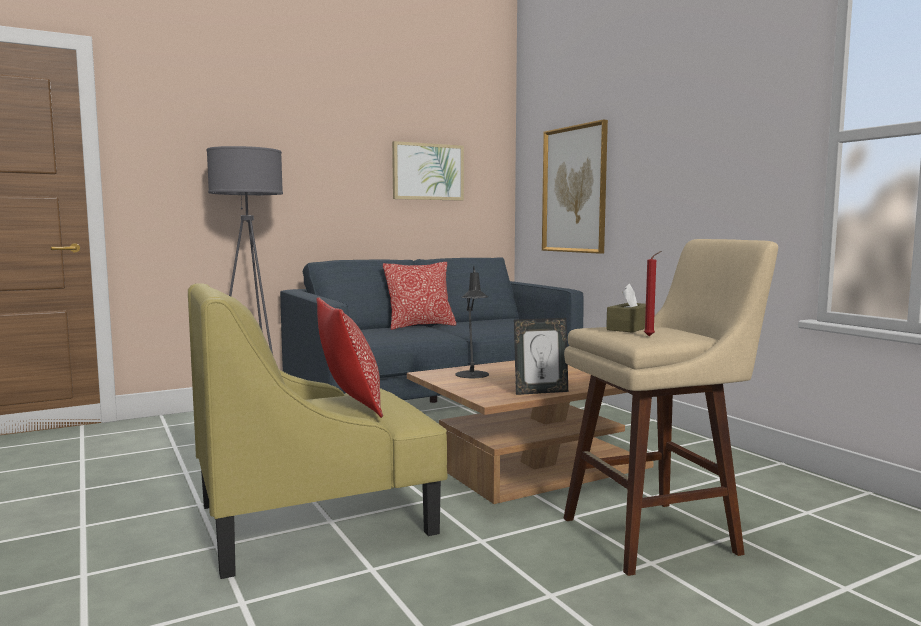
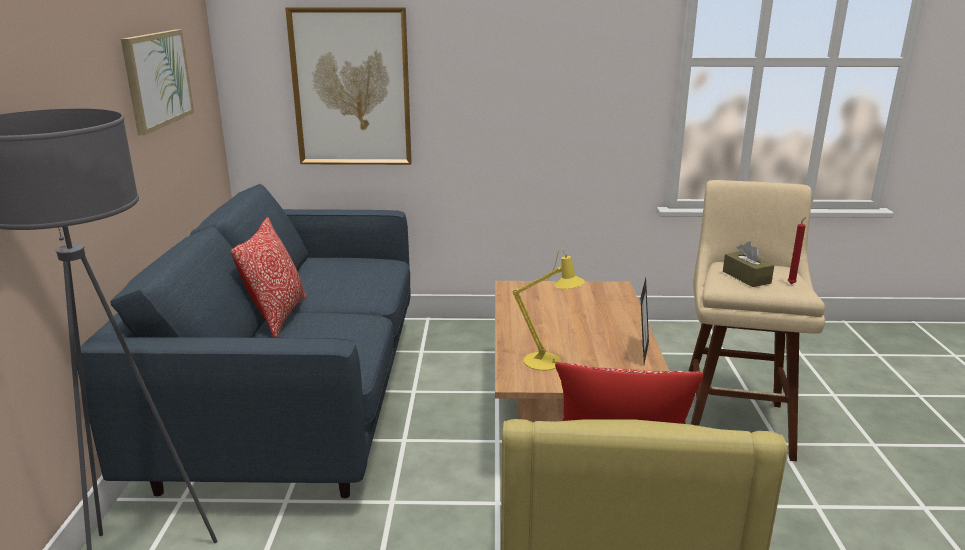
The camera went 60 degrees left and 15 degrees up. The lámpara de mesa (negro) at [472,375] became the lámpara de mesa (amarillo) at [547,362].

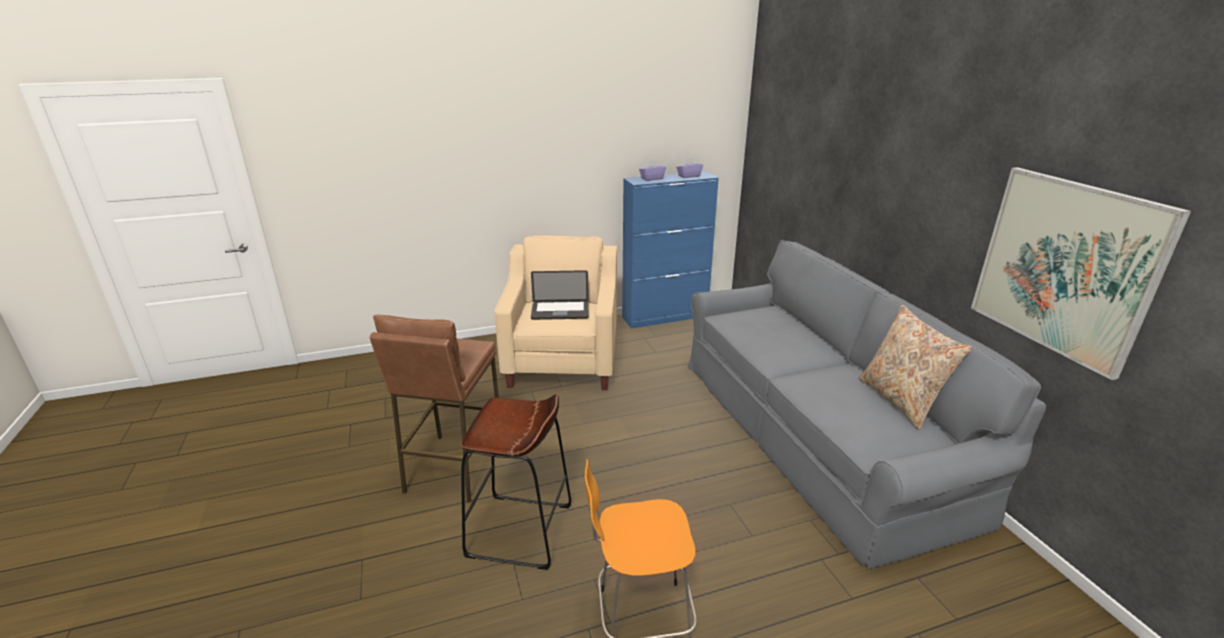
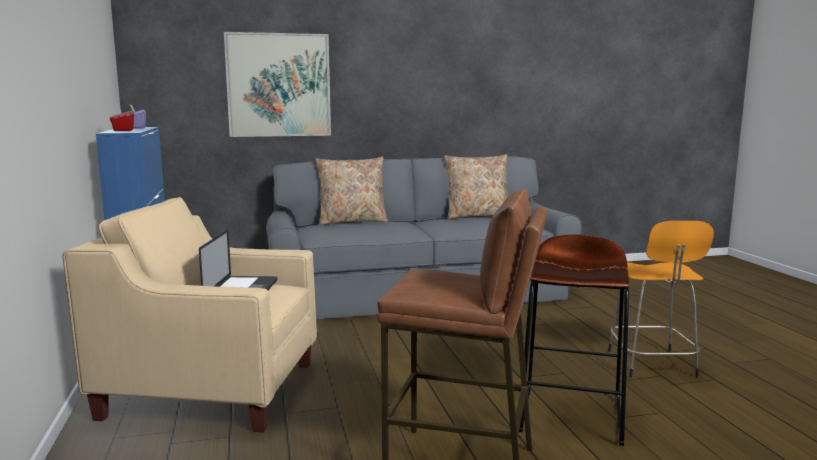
The camera went 85 degrees left and 15 degrees down. The cojín (beis) at [352,221] appeared. The cuadro moved from [1065,267] to [279,85]. The caja de pañuelos (morado) at [652,178] became the caja de pañuelos (rojo) at [123,130].

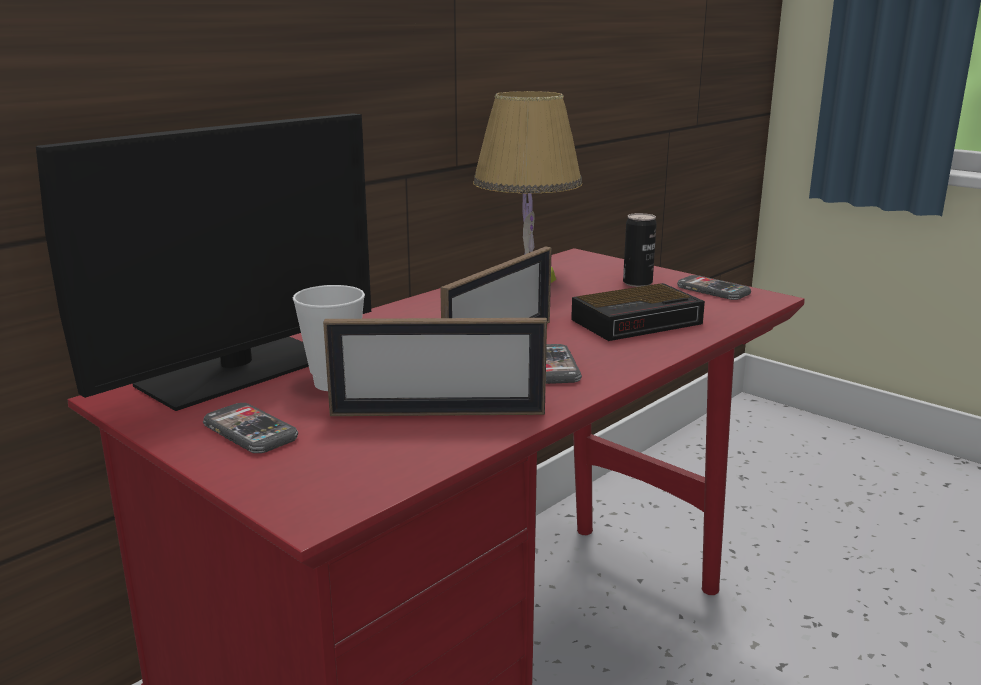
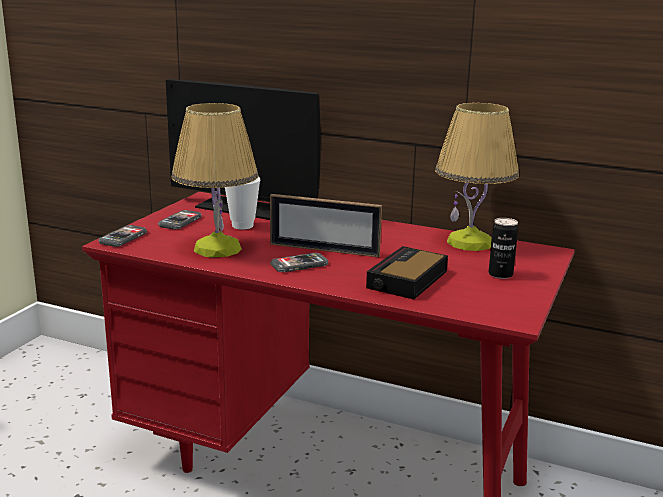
The camera went 70 degrees right and 0 degrees up. The móvil moved from [713,290] to [123,238]. The portarretratos at [437,413] was replaced by the lámpara de mesa at [217,248]. The despertador at [639,321] turned 75 degrees clockwise.

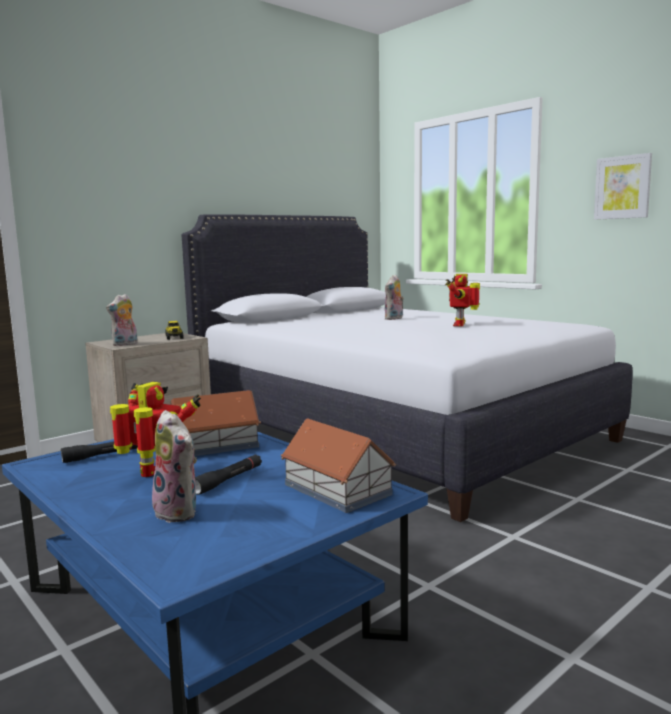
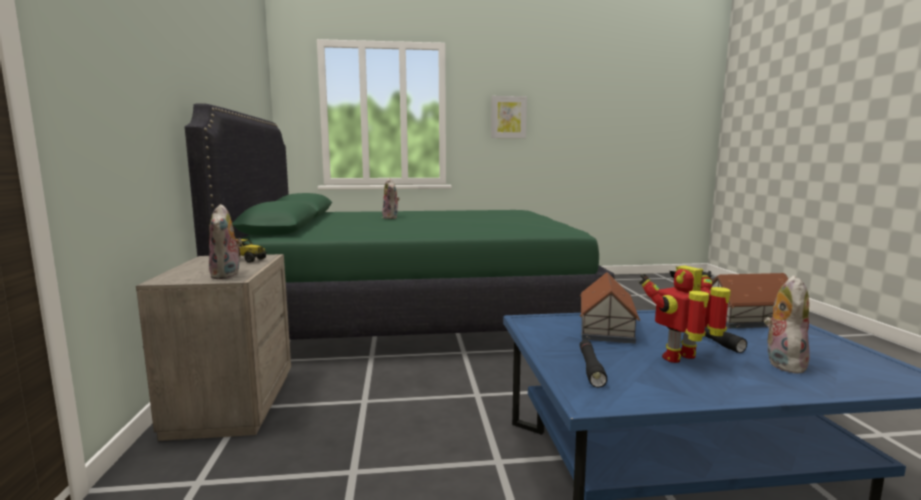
The camera went 55 degrees left and 0 degrees up. The robot de juguete at [461,325] disappeared. The cama (blanco) at [393,430] became the cama (verde) at [414,315]. The peluche at [180,512] turned 60 degrees counterclockwise.

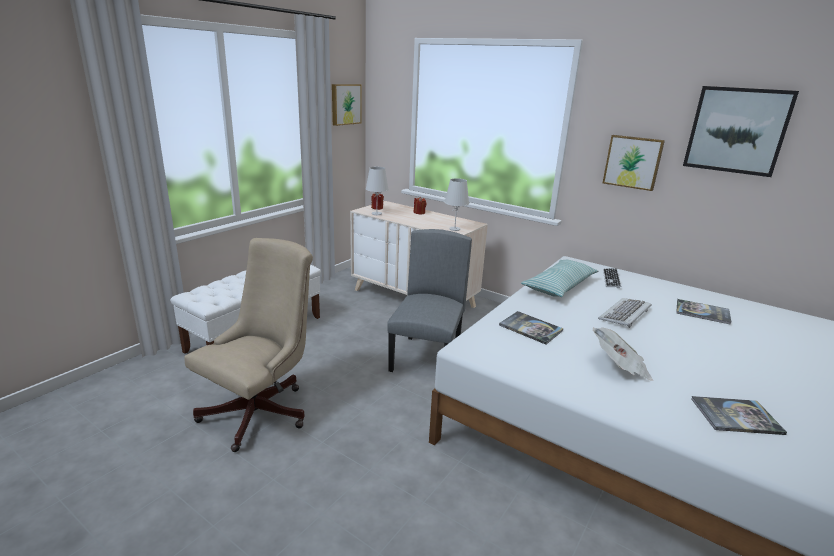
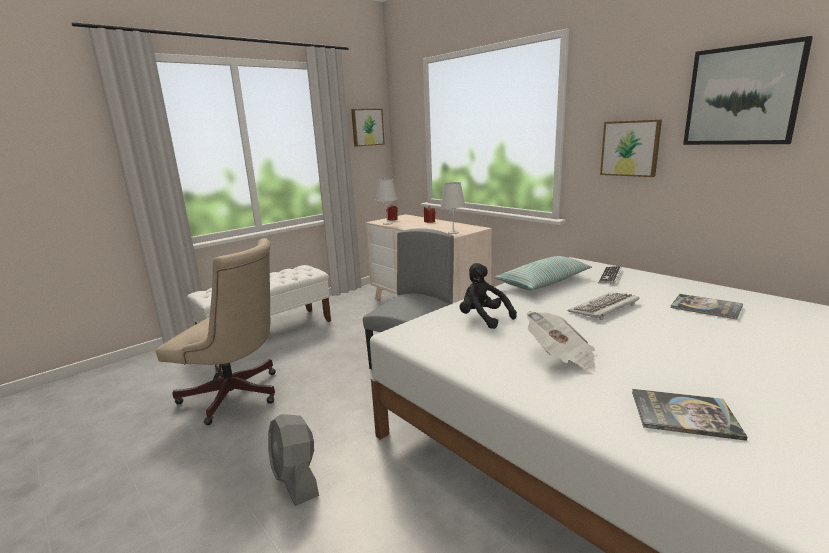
The camera went 15 degrees right and 5 degrees down. The ventilador (gris) at [296,479] appeared. The libro at [530,328] was replaced by the peluche (negro) at [483,318]. The silla de oficina (beis) at [262,410] turned 60 degrees clockwise.

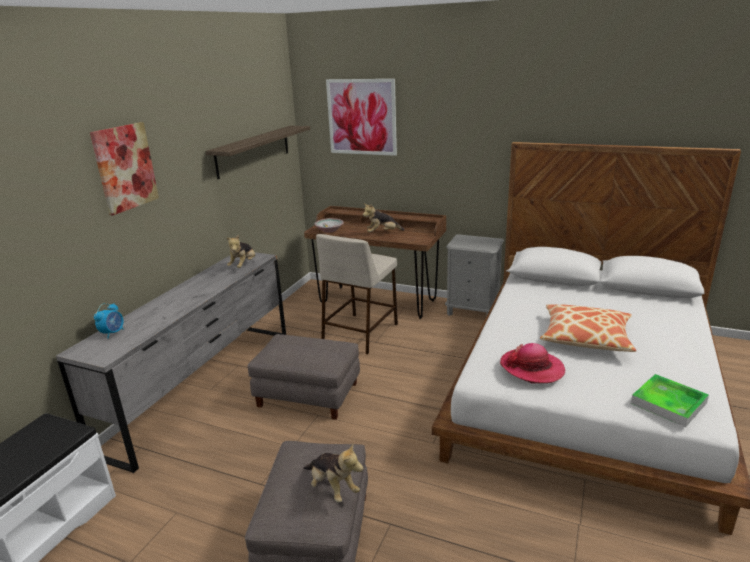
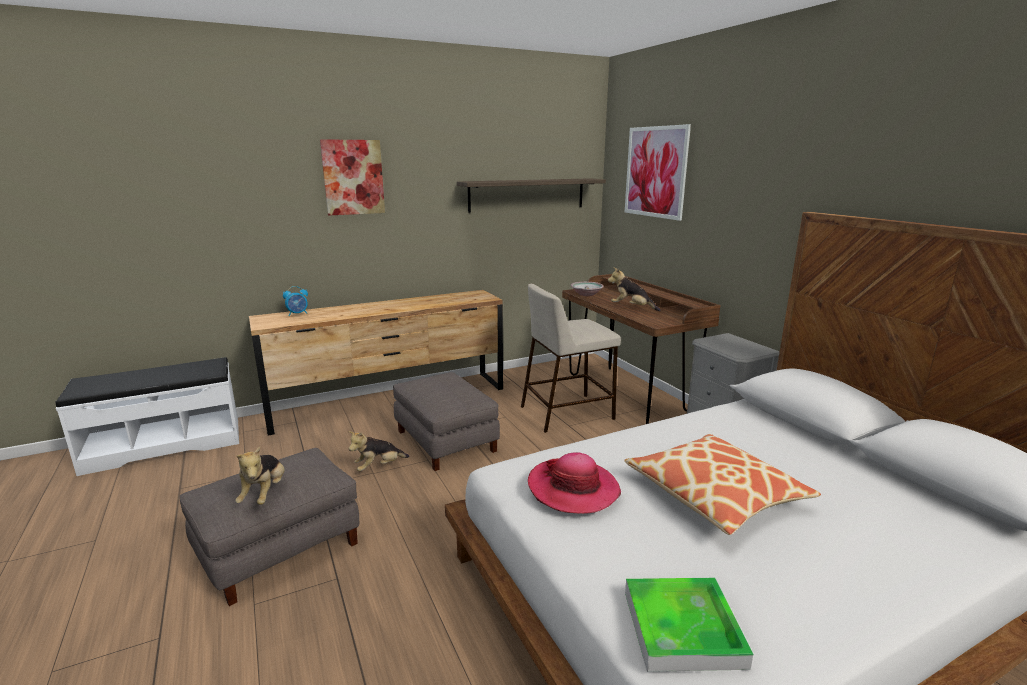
The camera went 40 degrees right and 5 degrees down. The peluche moved from [243,265] to [378,467]. The cómoda (gris) at [203,387] became the cómoda (marrón) at [389,401].

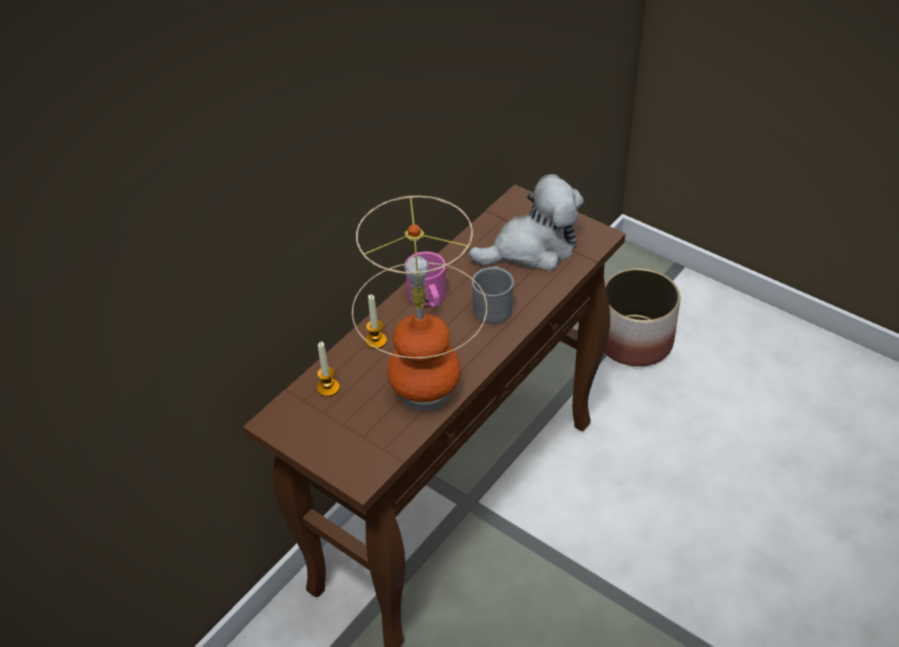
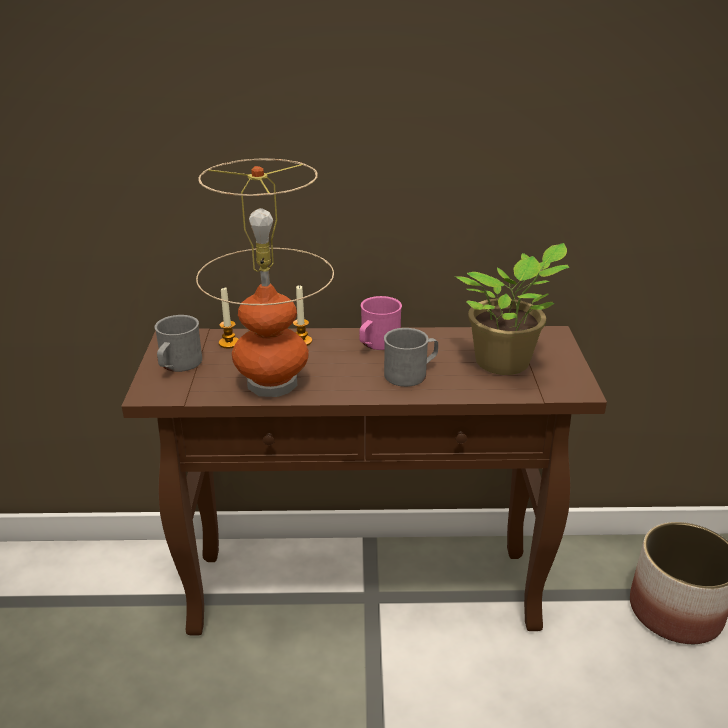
The camera went 50 degrees right and 15 degrees down. The taza grande (gris) at [178,365] appeared. The peluche at [532,248] was replaced by the planta en maceta at [506,364].

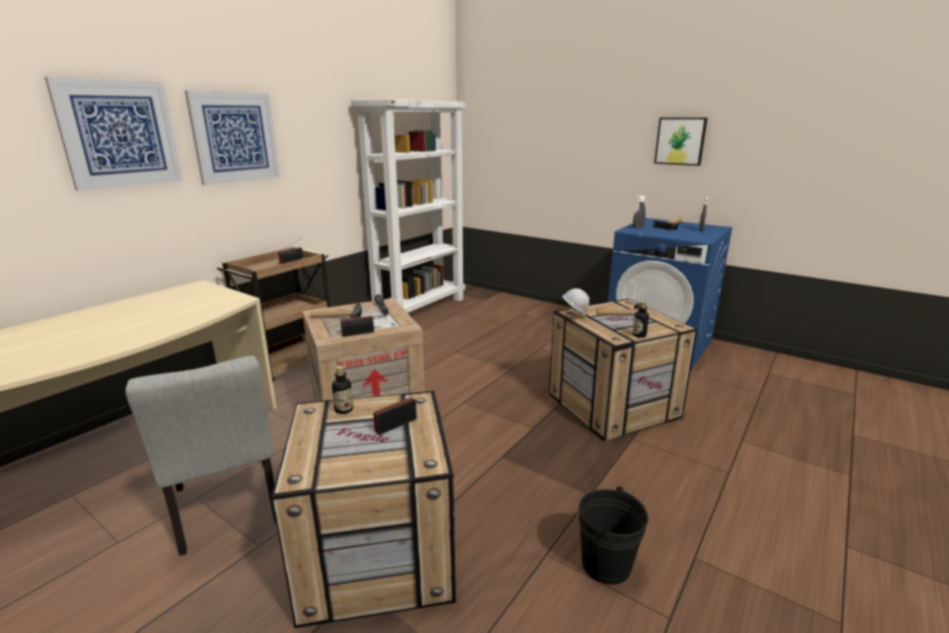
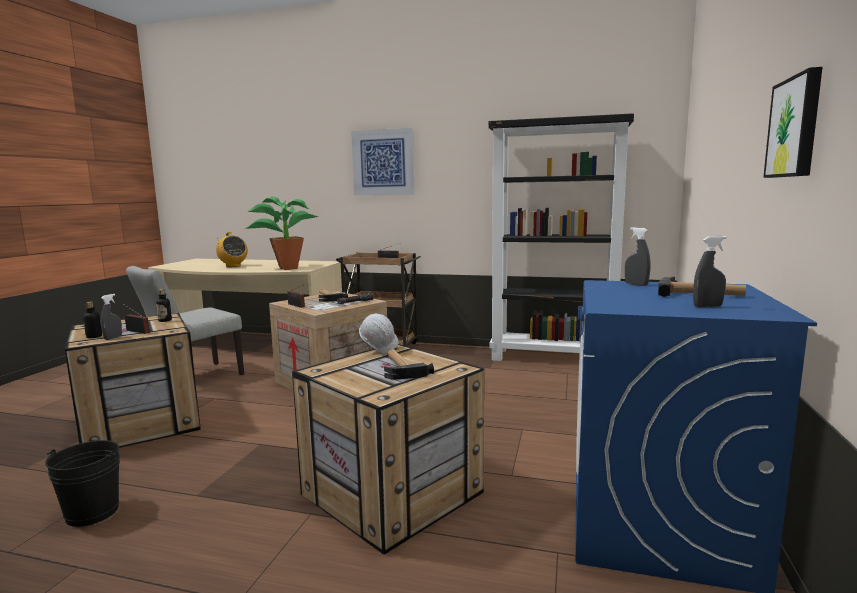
The camera went 70 degrees right and 10 degrees down. The cuadro at [119,134] disappeared. The pulverizador (gris) at [113,338] appeared. The radio at [233,266] appeared. The planta en maceta at [284,268] appeared. The botella moved from [639,335] to [94,336]. The estantería (blanco) at [420,309] became the estantería (negro) at [553,358].

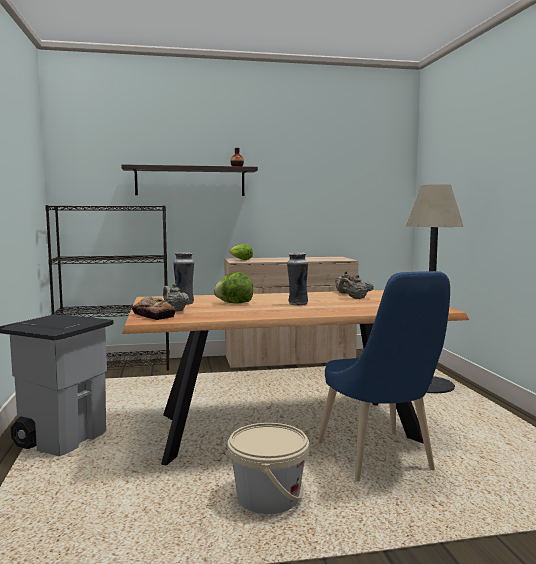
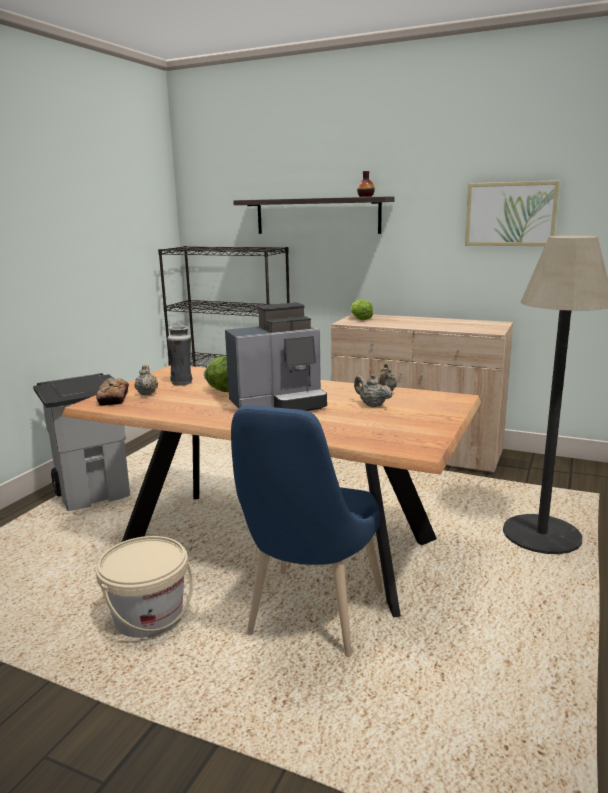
The camera went 35 degrees right and 10 degrees up. The cuadro at [510,214] appeared. The florero at [297,304] was replaced by the cafetera at [279,404].

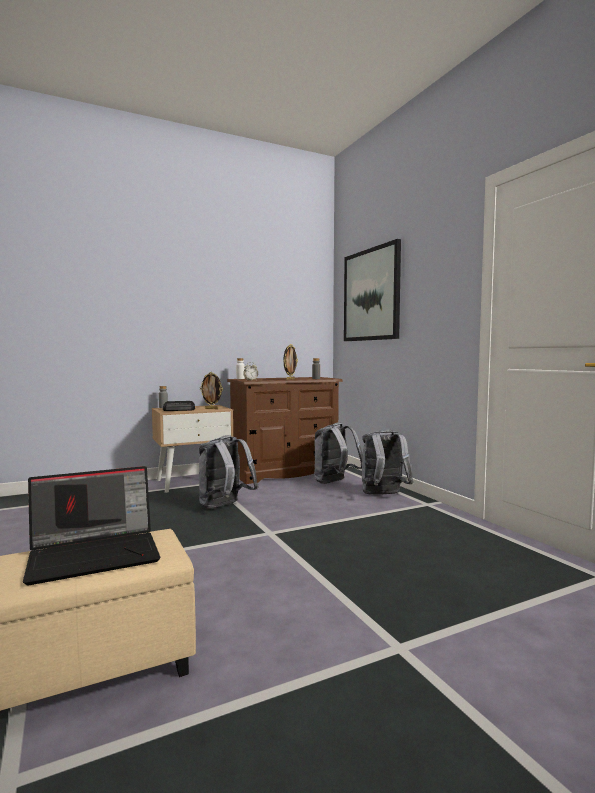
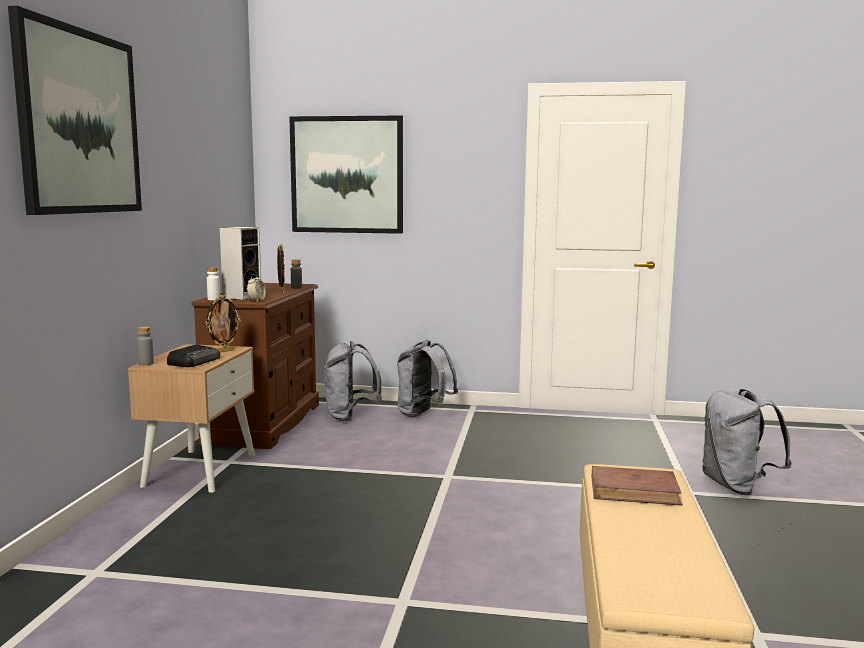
The camera went 55 degrees left and 5 degrees up. The cuadro at [80,122] appeared. The altavoz at [242,296] appeared. The mochila (gris) moved from [224,506] to [737,487]. The portátil at [96,554] was replaced by the libro (marrón) at [634,491].

